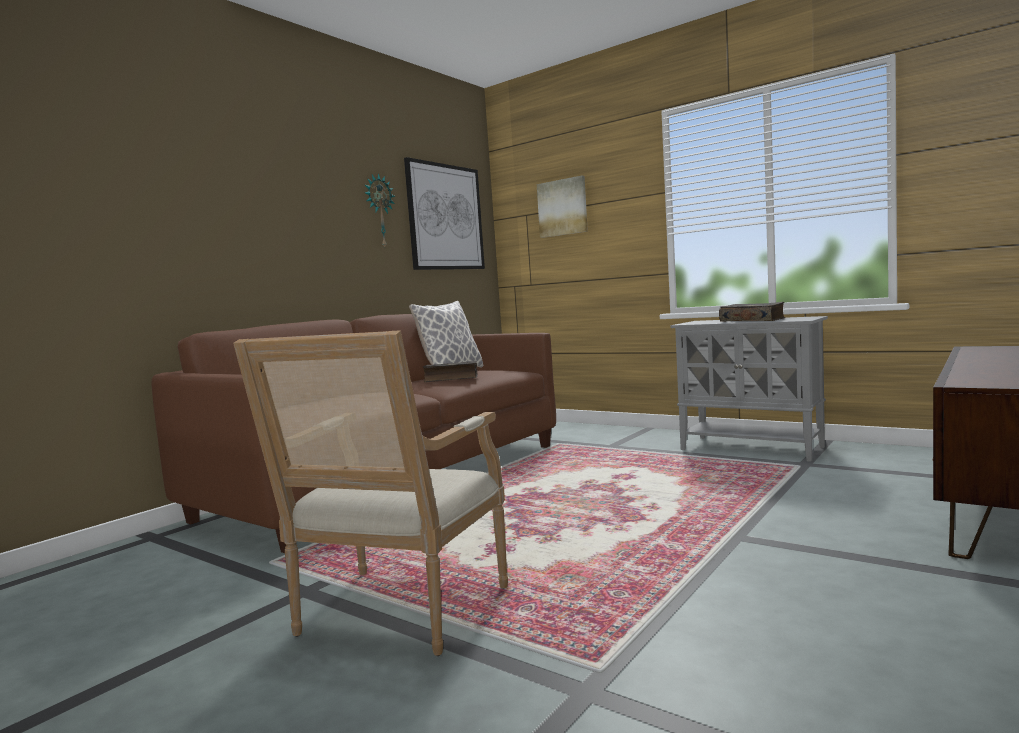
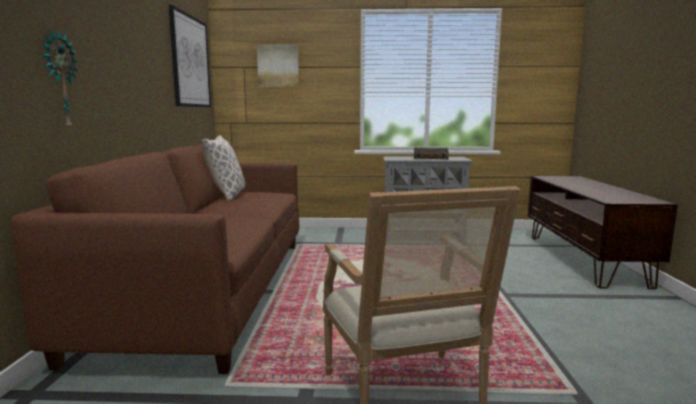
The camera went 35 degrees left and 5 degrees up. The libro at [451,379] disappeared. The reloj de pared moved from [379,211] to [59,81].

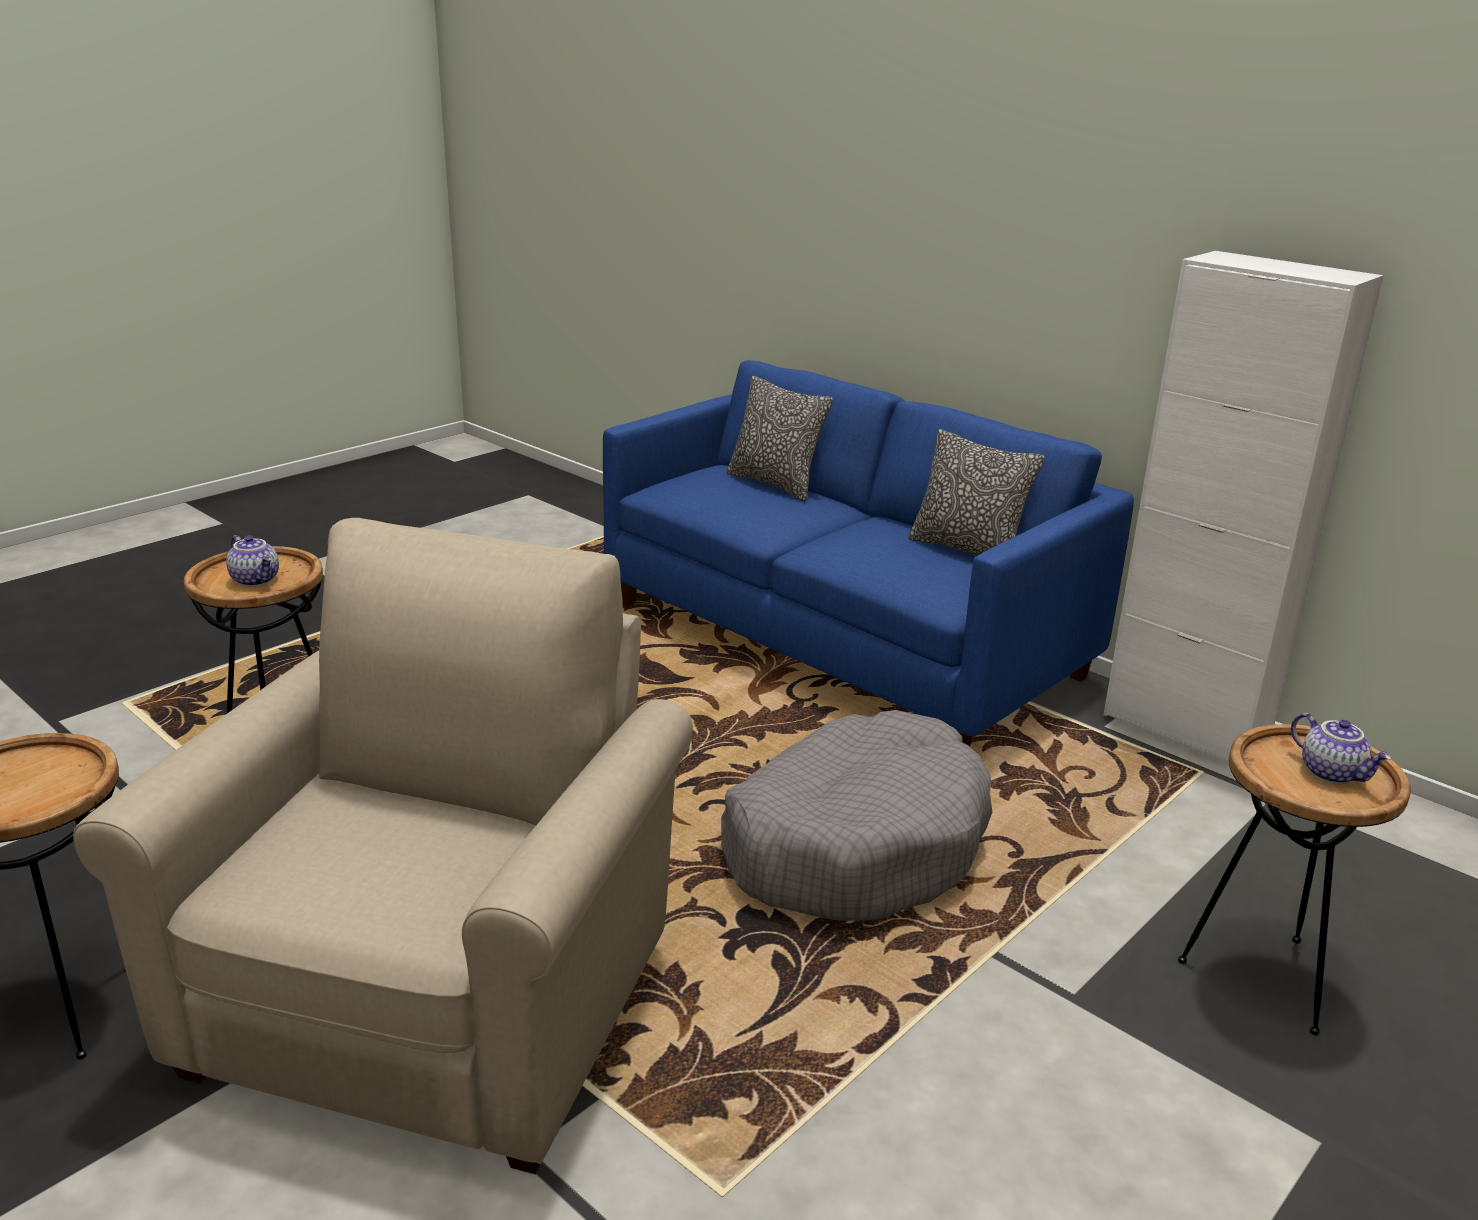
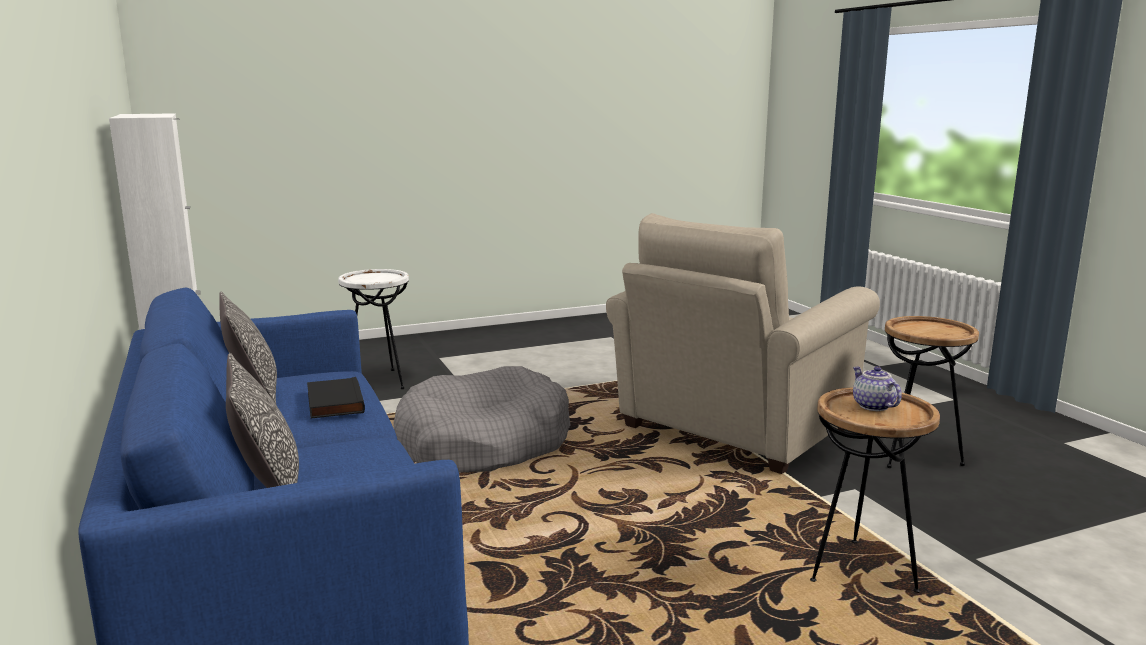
The camera went 155 degrees left and 10 degrees down. The tetera at [1332,773] disappeared. The libro (negro) at [333,402] appeared. The mesa auxiliar (marrón) at [1263,976] became the mesa auxiliar (blanco) at [380,381].

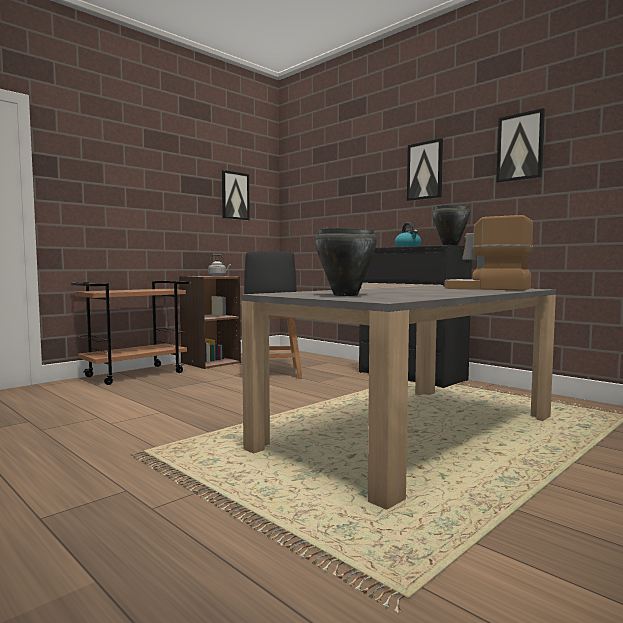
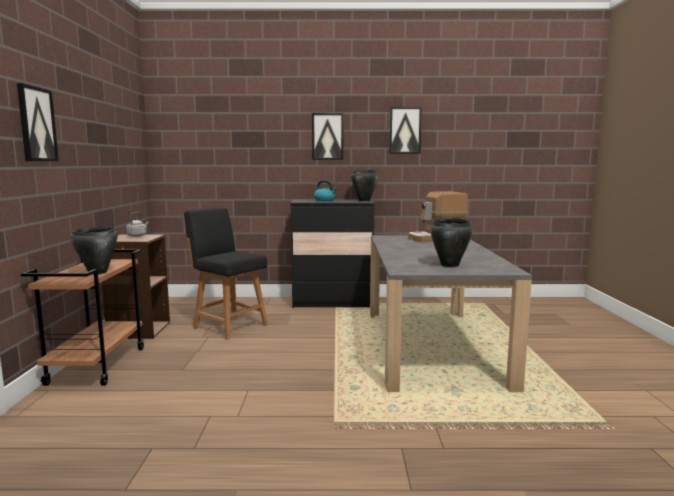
The camera went 45 degrees left and 5 degrees up. The olla (negro) at [98,272] appeared. The cuadro moved from [235,196] to [36,124].

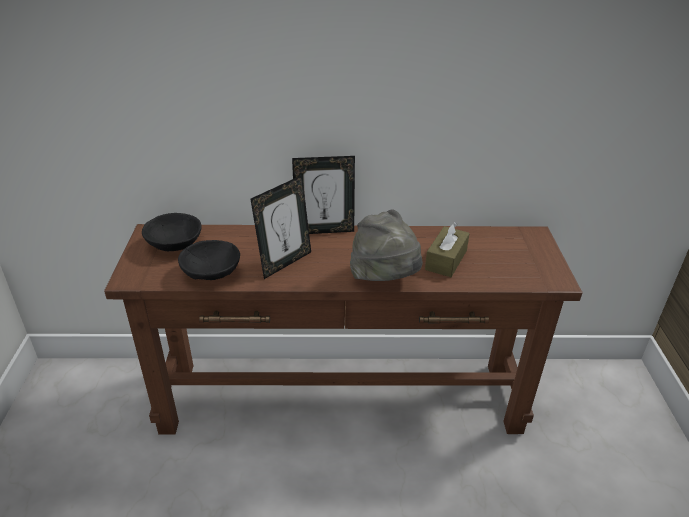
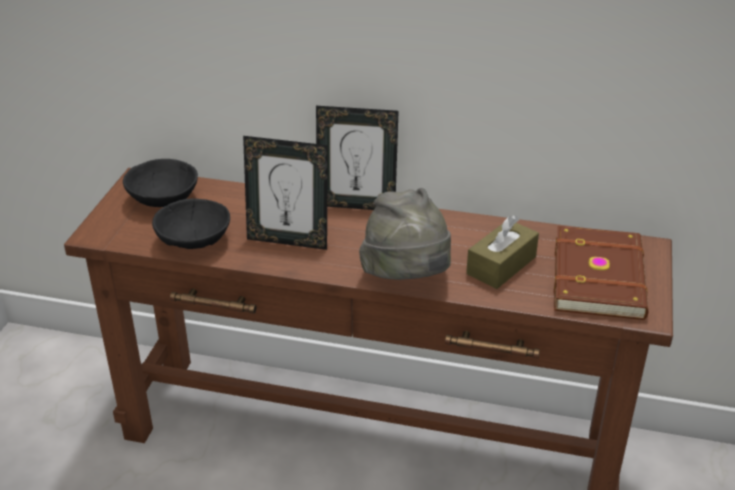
The camera went 15 degrees right and 0 degrees up. The libro (marrón) at [601,277] appeared. The portarretratos at [284,263] turned 45 degrees clockwise.

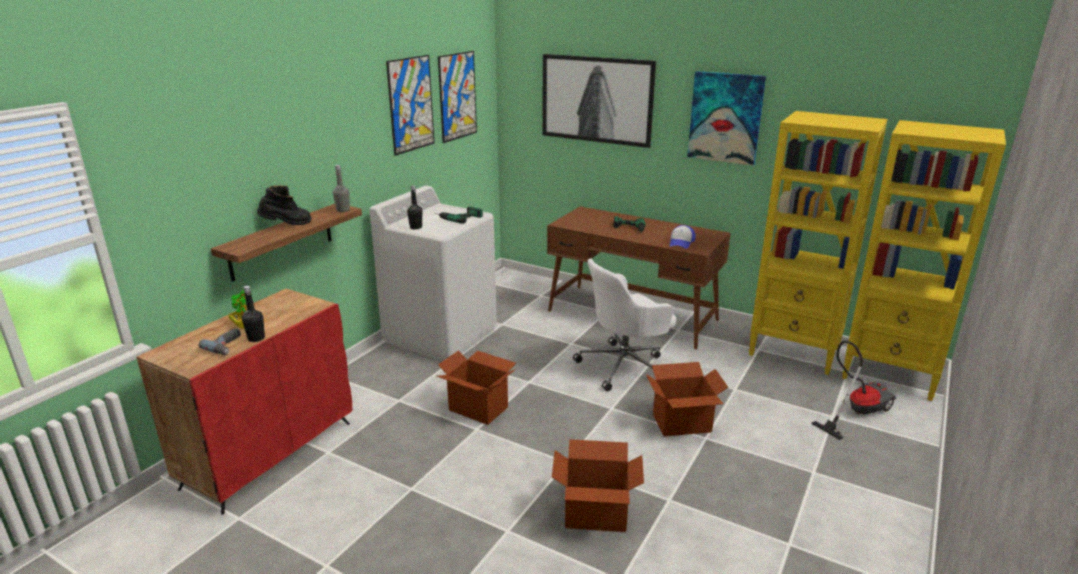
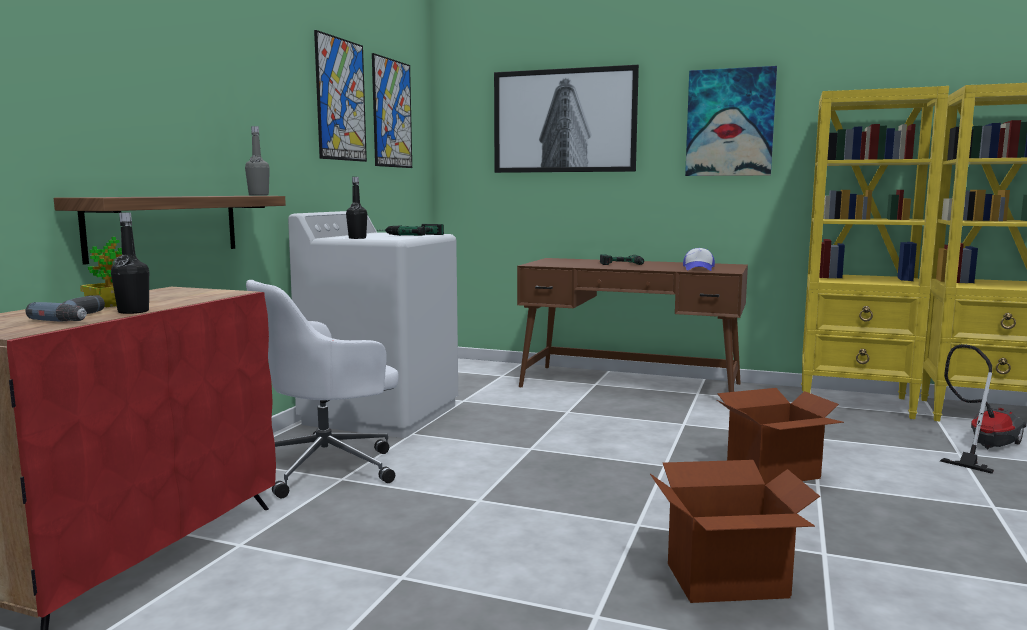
The camera went 10 degrees left and 15 degrees down. The bota (negro) at [287,226] disappeared. The caja de cartón at [478,408] disappeared. The silla de oficina (blanco) moved from [625,366] to [327,466].

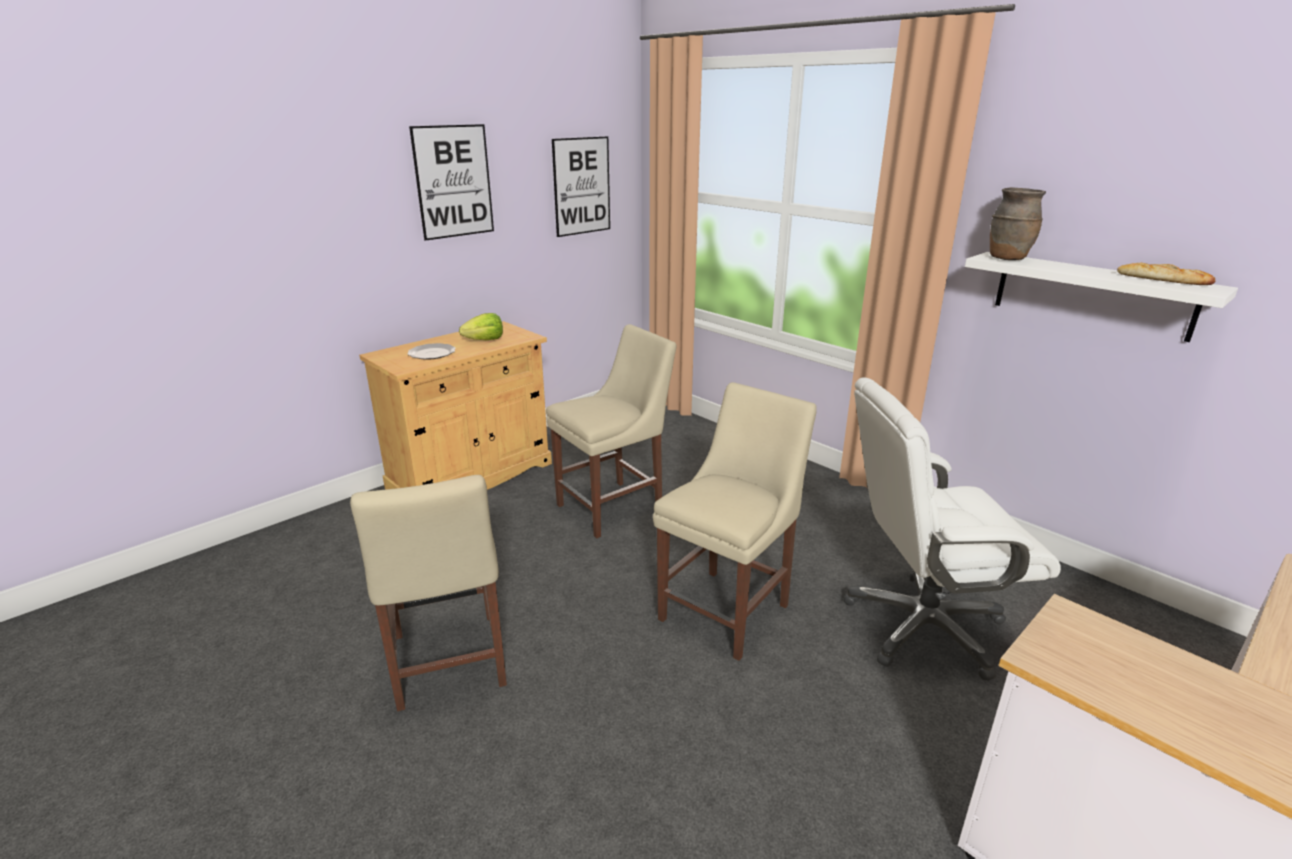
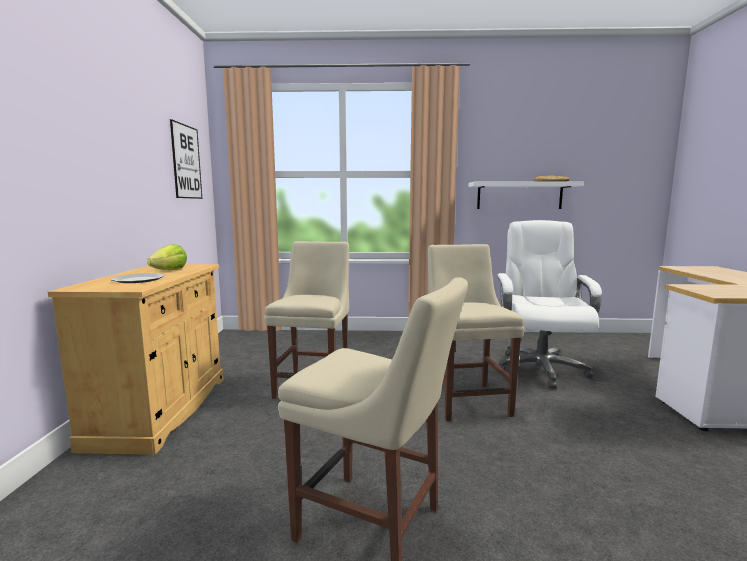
The camera went 45 degrees left and 15 degrees down. The cuadro at [453,182] disappeared. The florero (marrón) at [1007,258] disappeared. The silla de oficina (blanco) at [922,627] turned 150 degrees clockwise.

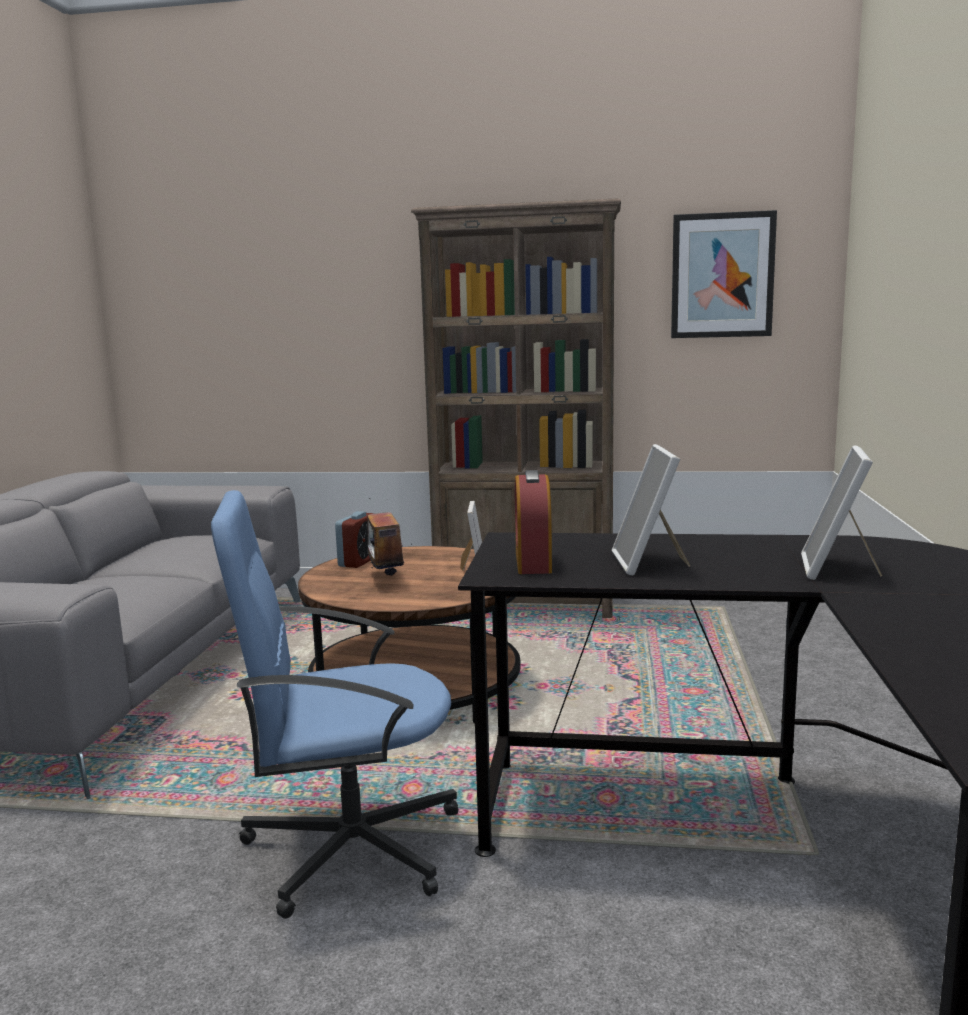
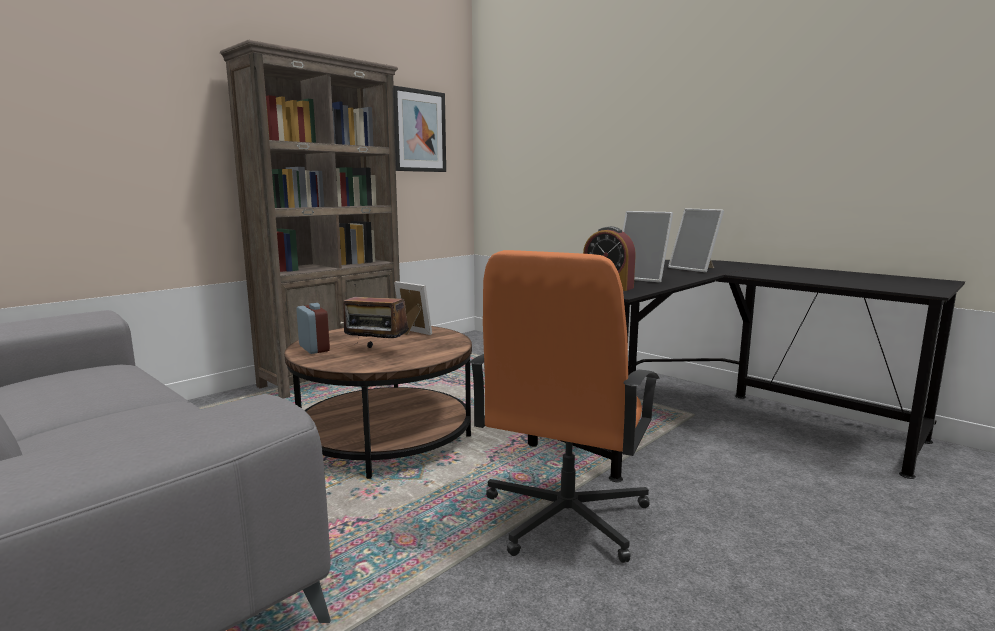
The camera went 55 degrees left and 0 degrees up. The silla de oficina (azul) at [349,847] became the silla de oficina (naranja) at [564,517].

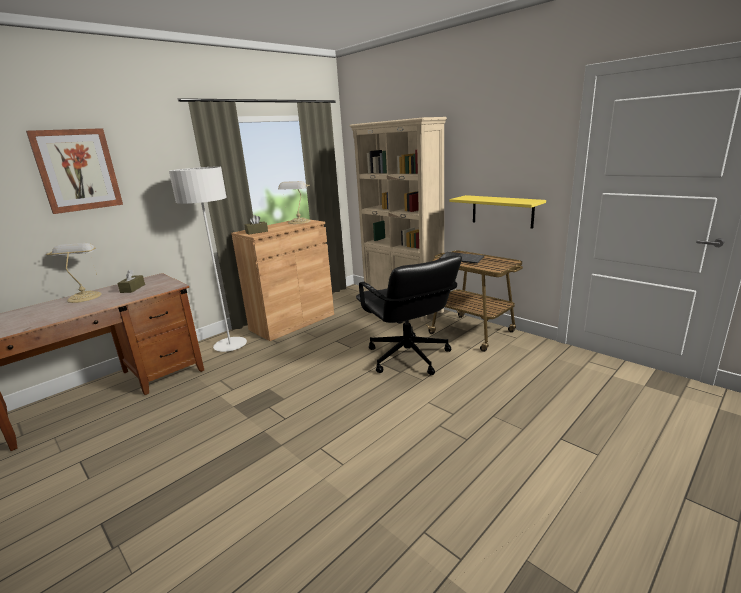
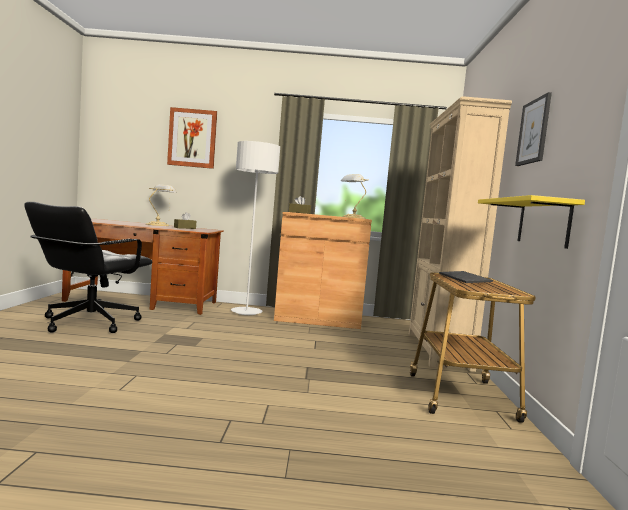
The camera went 45 degrees right and 15 degrees down. The cuadro at [533,131] appeared. The silla de oficina (negro) moved from [408,357] to [89,323].

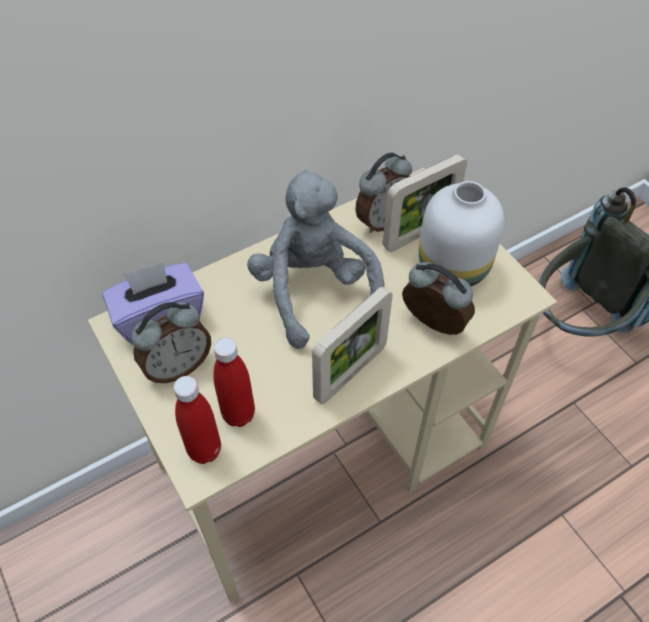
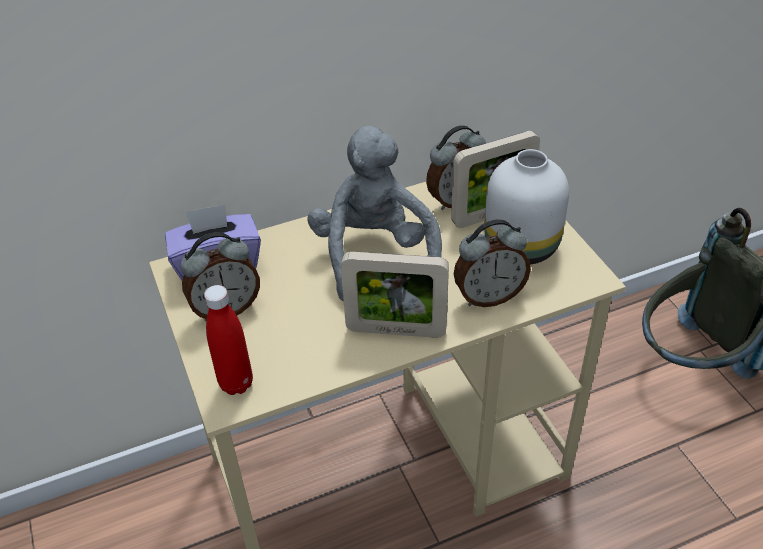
The camera went 10 degrees right and 10 degrees down. The botella (rojo) at [238,414] disappeared. The portarretratos at [350,373] turned 45 degrees clockwise. The despertador at [432,325] turned 120 degrees clockwise.

